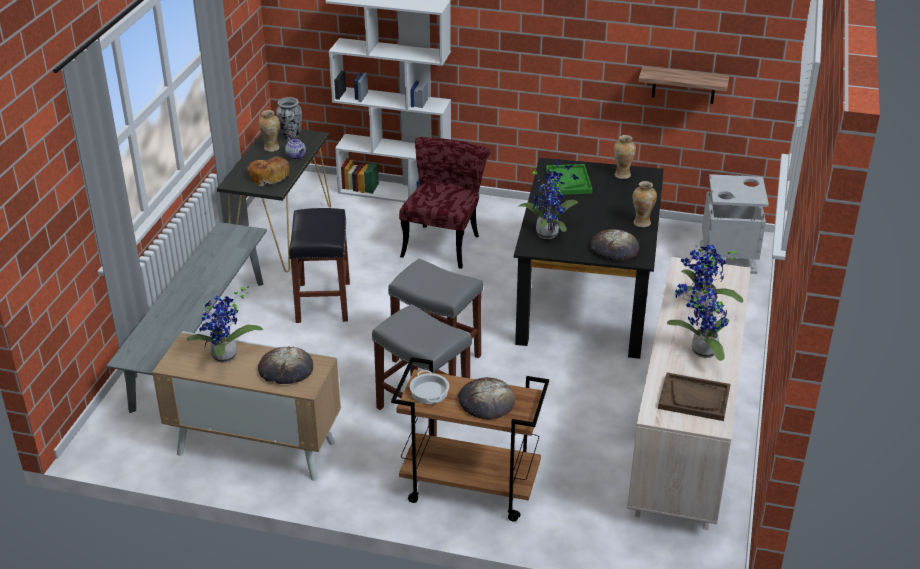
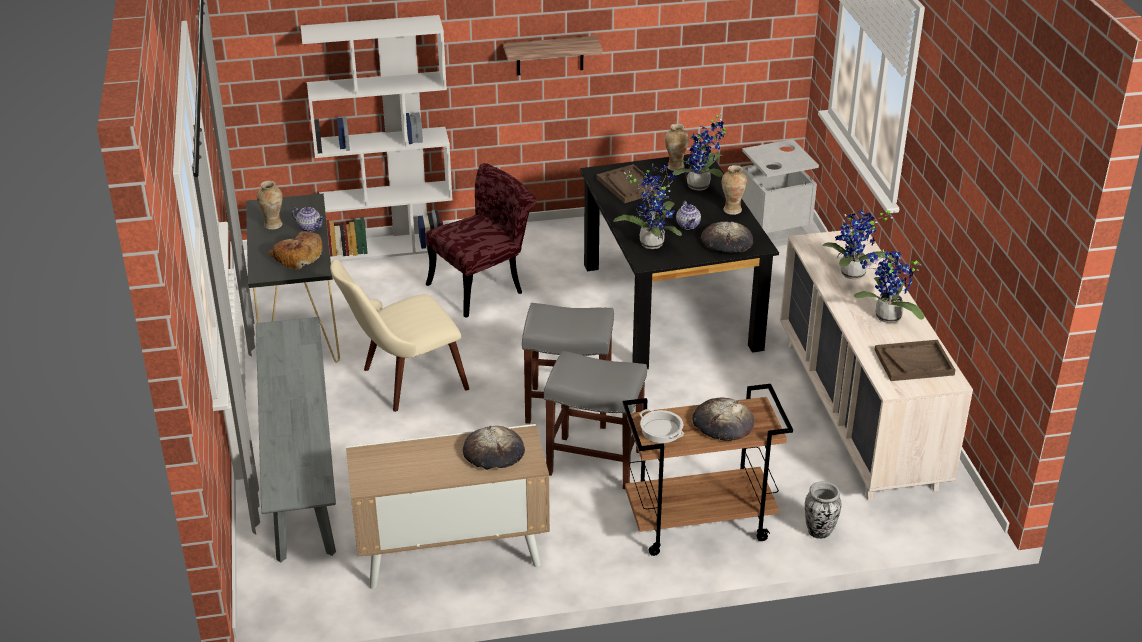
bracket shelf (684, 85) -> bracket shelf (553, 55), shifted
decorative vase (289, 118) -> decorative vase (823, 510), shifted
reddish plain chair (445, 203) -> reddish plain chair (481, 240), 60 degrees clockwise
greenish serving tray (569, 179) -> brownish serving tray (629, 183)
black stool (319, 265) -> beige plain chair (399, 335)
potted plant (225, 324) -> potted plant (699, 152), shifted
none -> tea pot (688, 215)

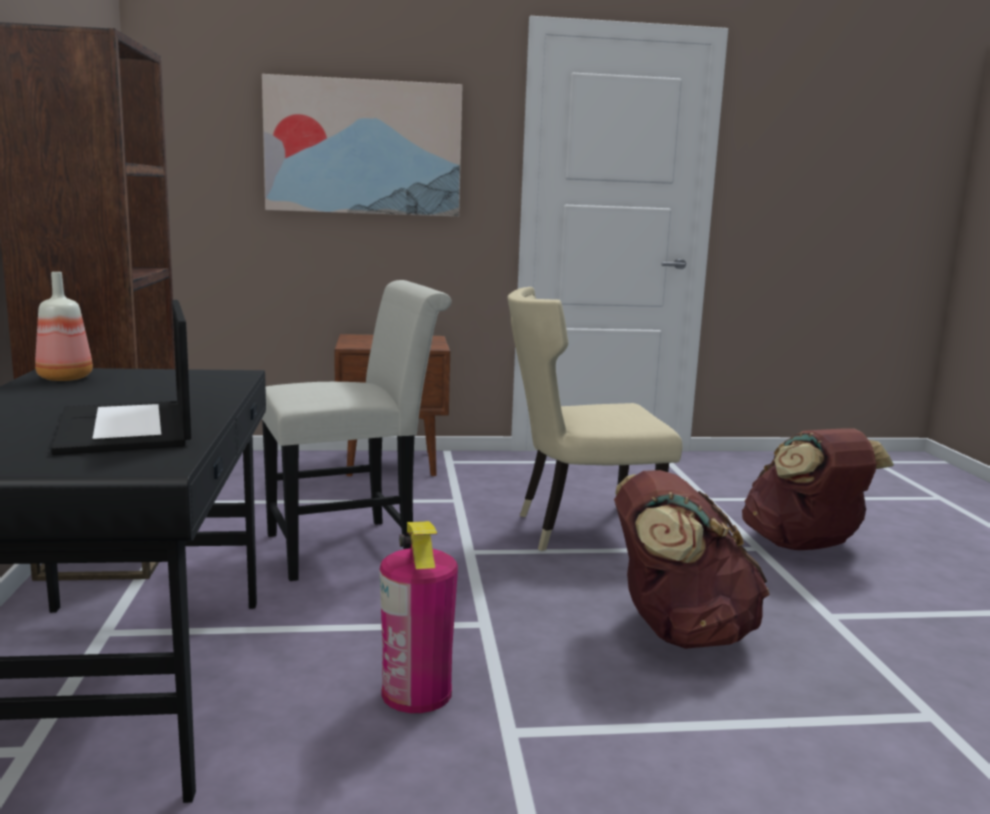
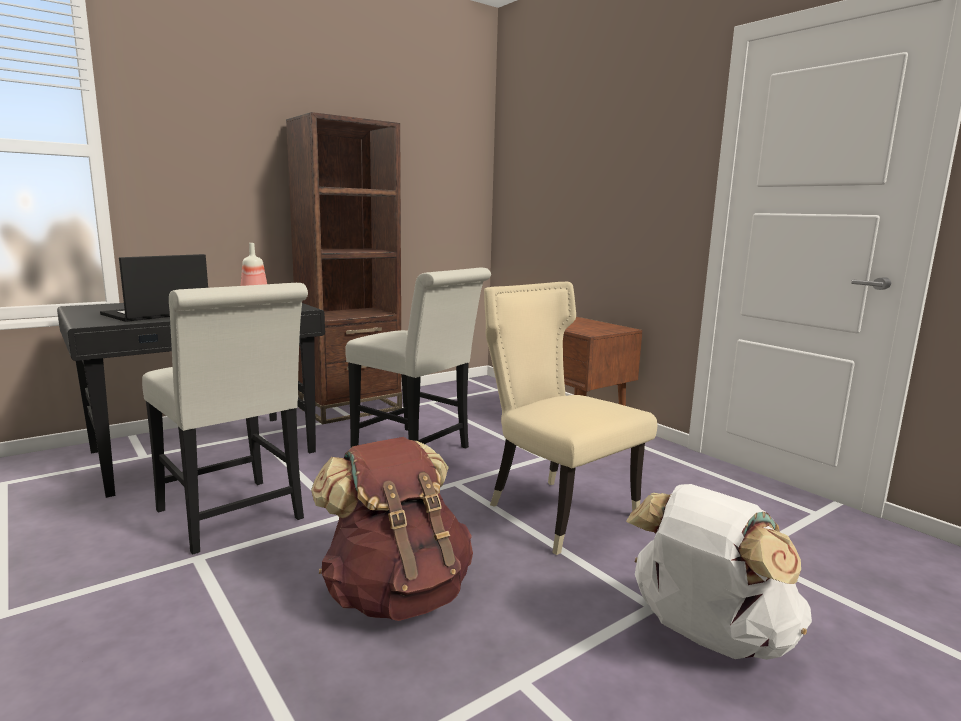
wall picture (362, 145) -> none
brownish knapsack (818, 489) -> white knapsack (719, 572)
fire extinguisher (418, 617) -> white plain chair (225, 419)

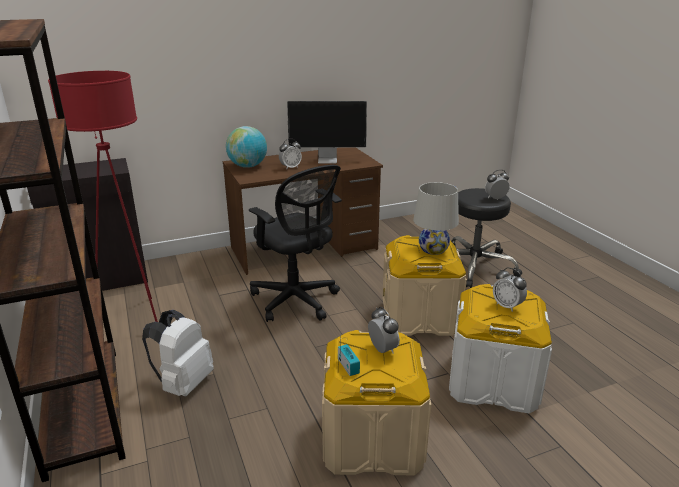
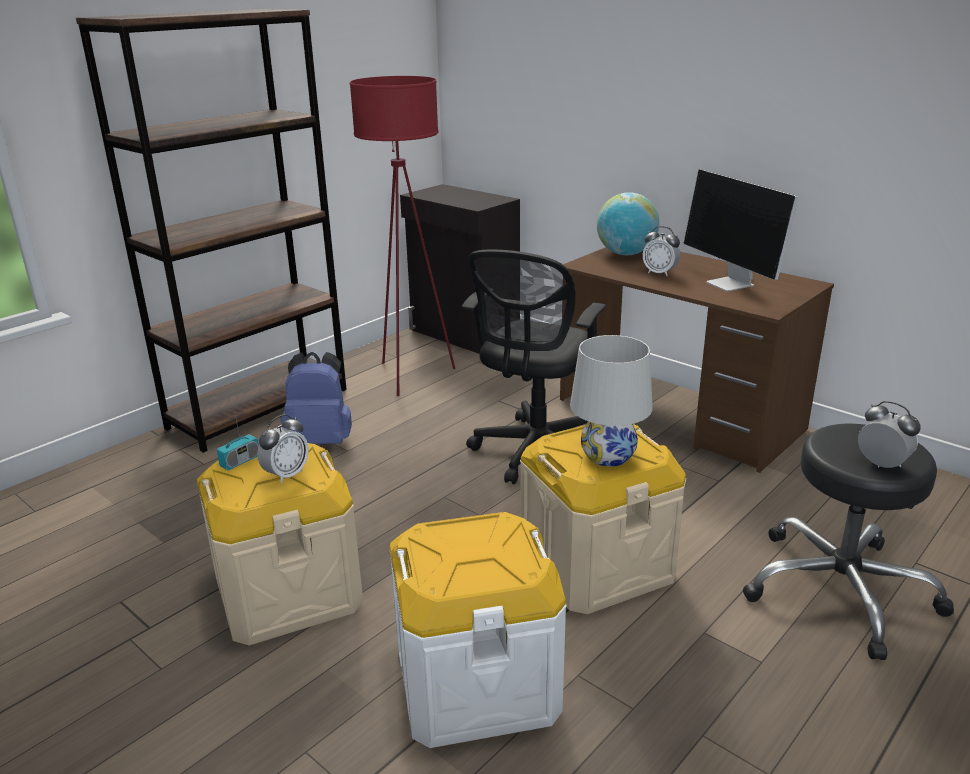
alarm clock (510, 289) -> none
white knapsack (177, 353) -> blue knapsack (316, 398)

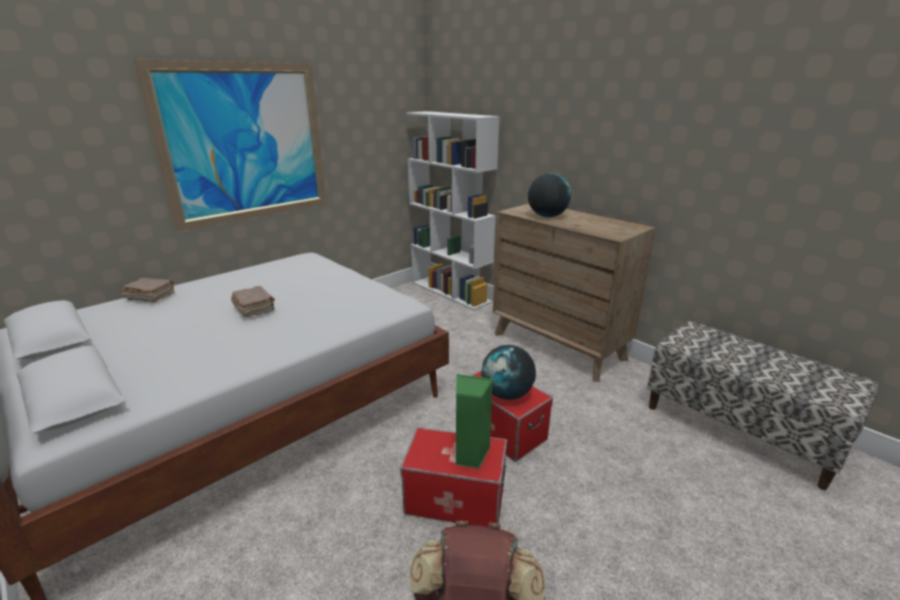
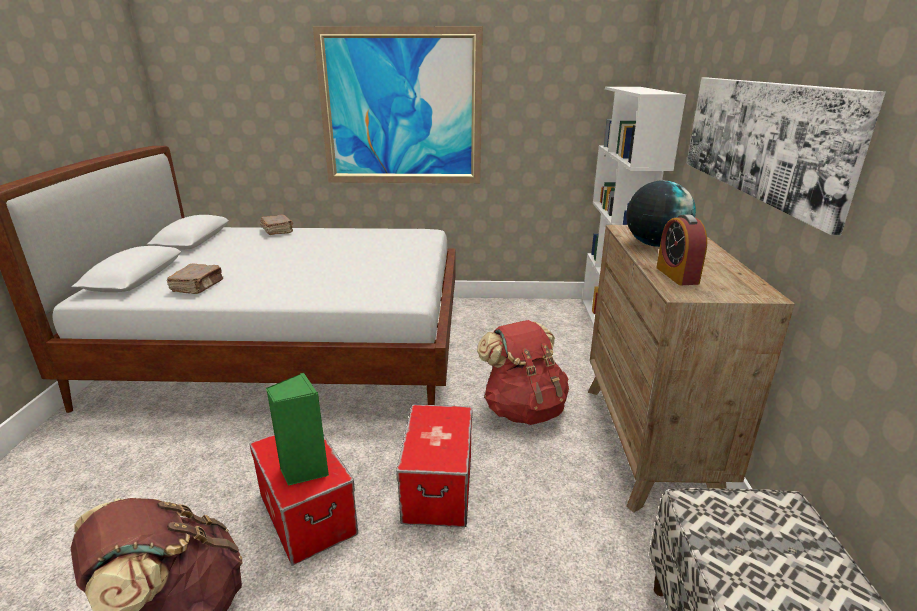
brownish volume (253, 301) -> brownish volume (195, 278), shifted
globe (508, 372) -> none
none -> wall picture (786, 156)
none -> alarm clock (681, 249)
none -> reddish knapsack (523, 372)

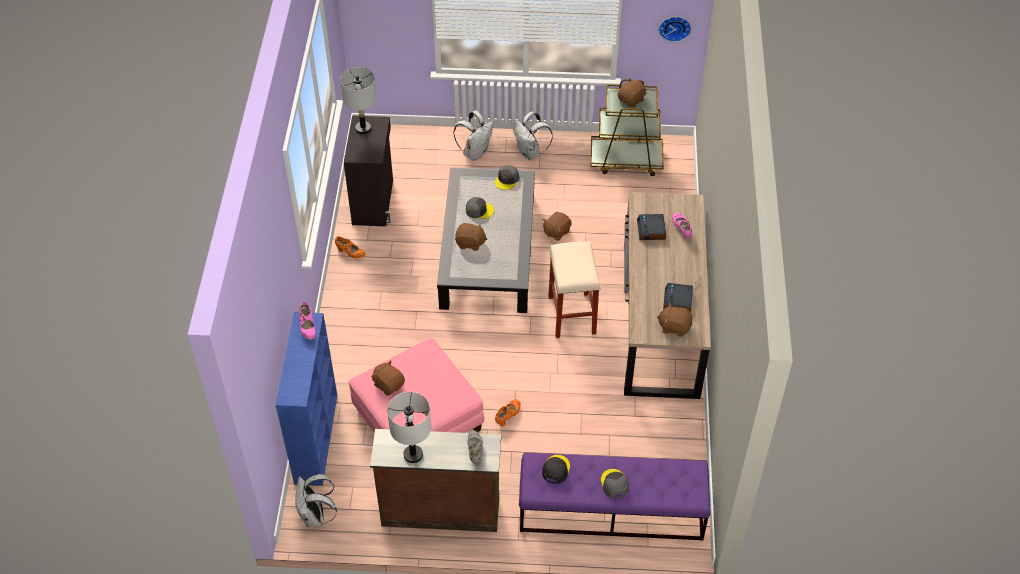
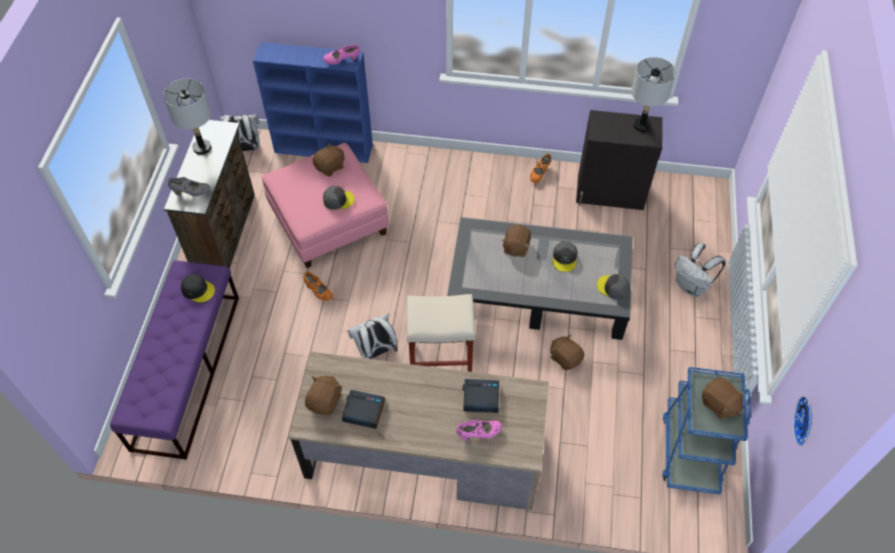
brownish wheeled cart (627, 128) -> blue wheeled cart (706, 430)
white knapsack (533, 135) -> white knapsack (373, 336), shifted
greyish peaked cap (615, 483) -> greyish peaked cap (339, 198), shifted

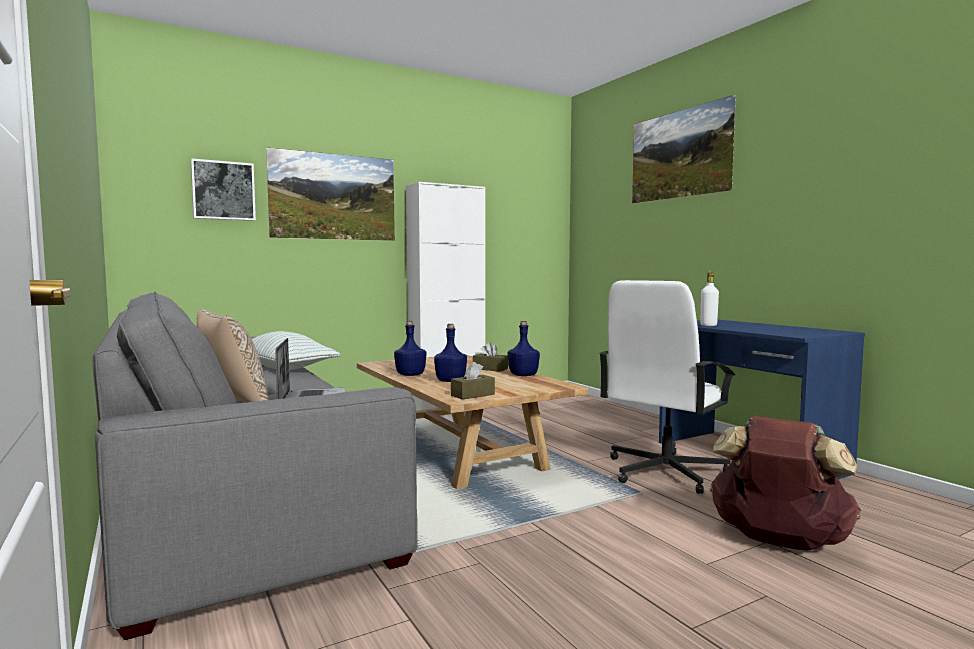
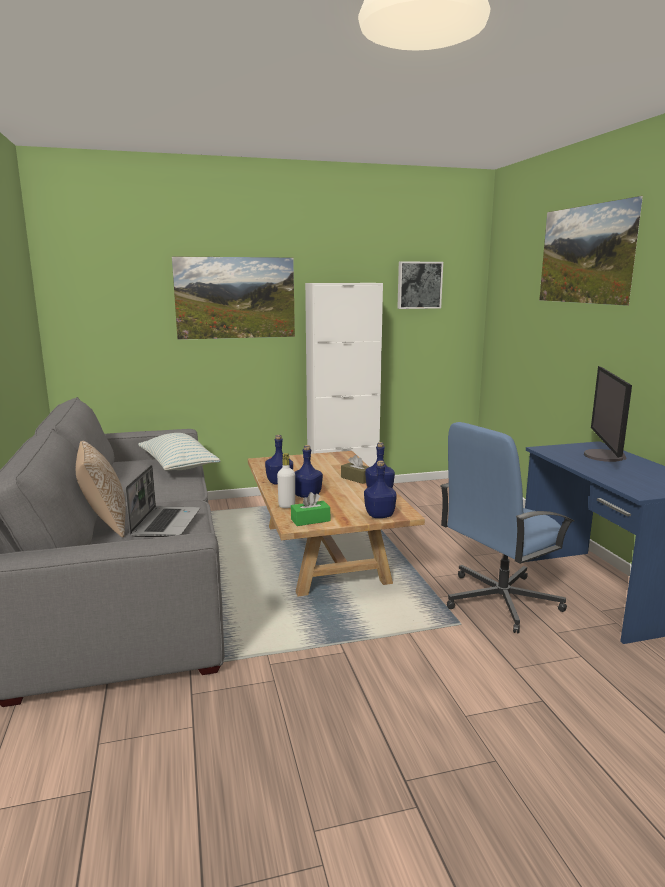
wall picture (223, 189) -> wall picture (420, 285), shifted
white bottle (710, 298) -> white bottle (286, 480), shifted
white office chair (667, 387) -> blue office chair (507, 527)
brownish tissue holder (473, 381) -> greenish tissue holder (310, 509)
brownish knapsack (785, 483) -> none
none -> monitor (608, 414)
none -> blue bottle (380, 489)

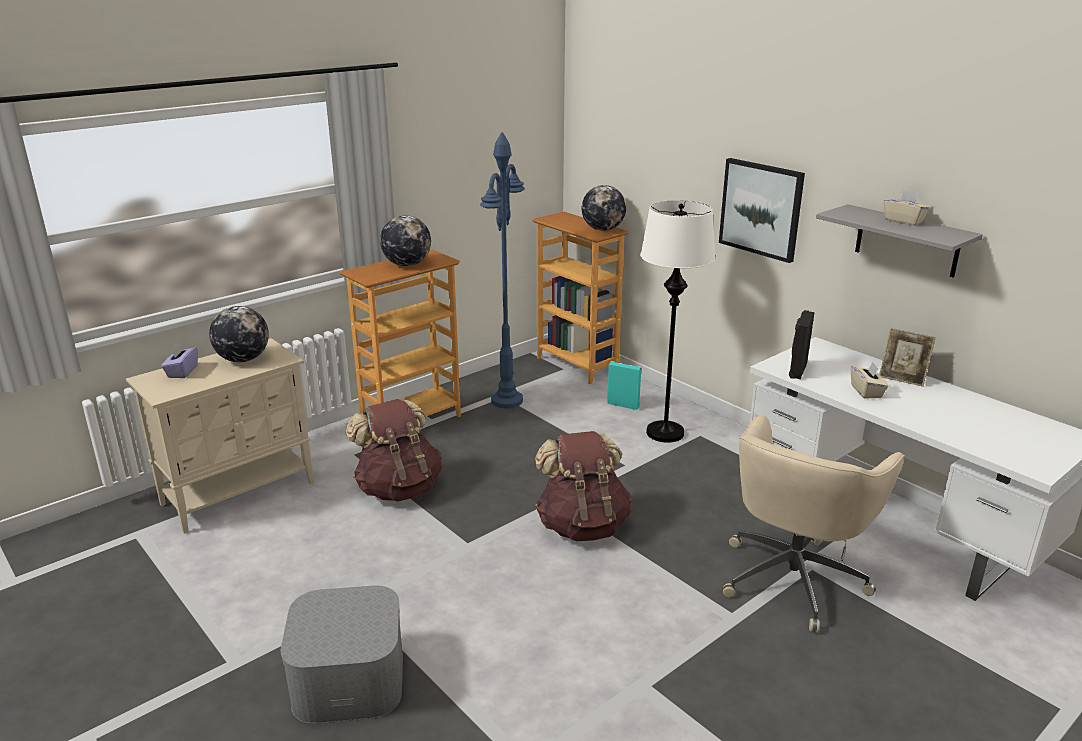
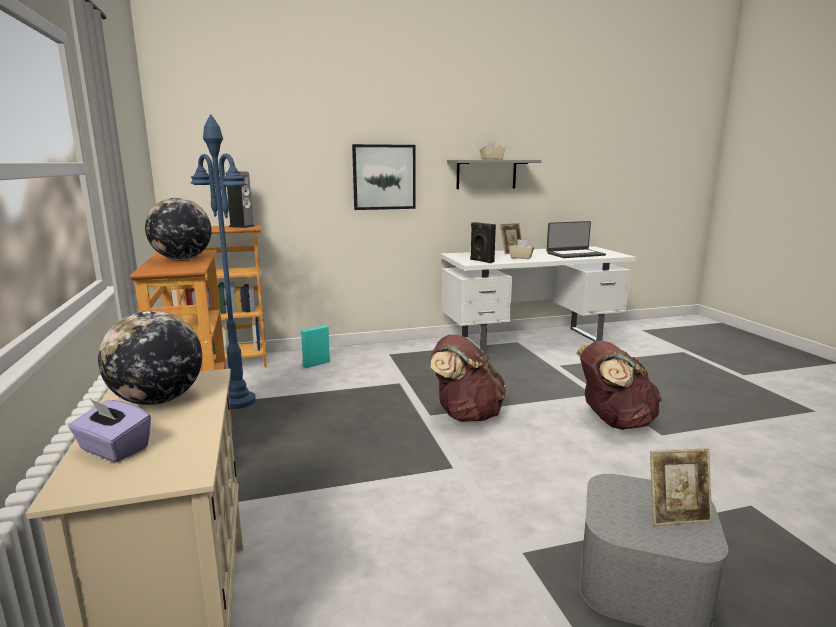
globe (604, 208) -> audio speaker (240, 200)
white floor lamp (678, 321) -> none
brownish knapsack (394, 450) -> brownish knapsack (619, 385), shifted
beige office chair (814, 524) -> none
none -> portable computer (576, 239)
none -> picture frame (681, 487)

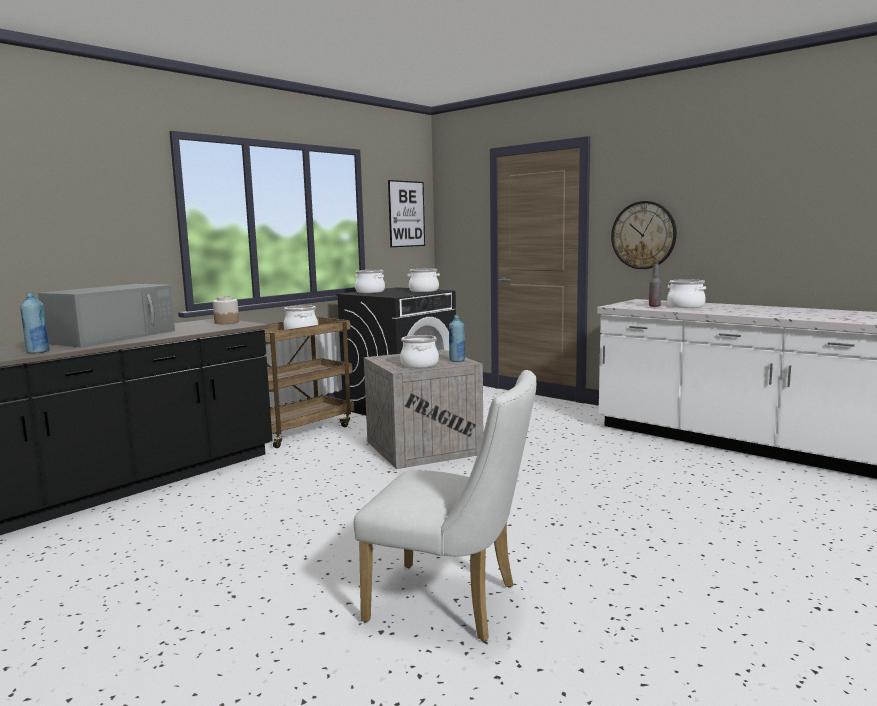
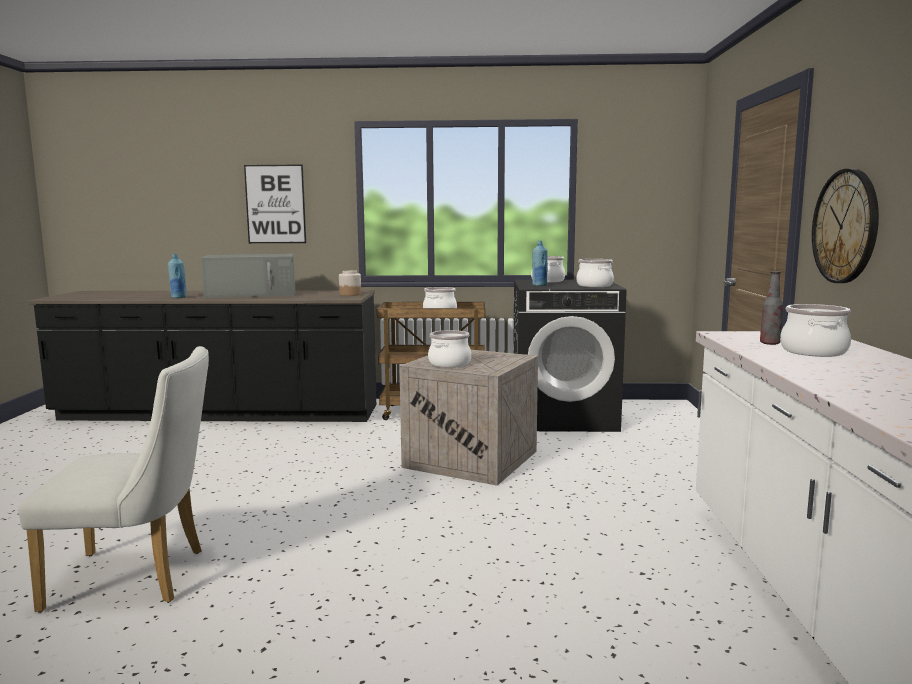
wall picture (406, 213) -> wall picture (275, 204), shifted
blue bottle (457, 338) -> blue bottle (540, 263), shifted
white plain chair (445, 506) -> white plain chair (113, 479), 75 degrees counterclockwise

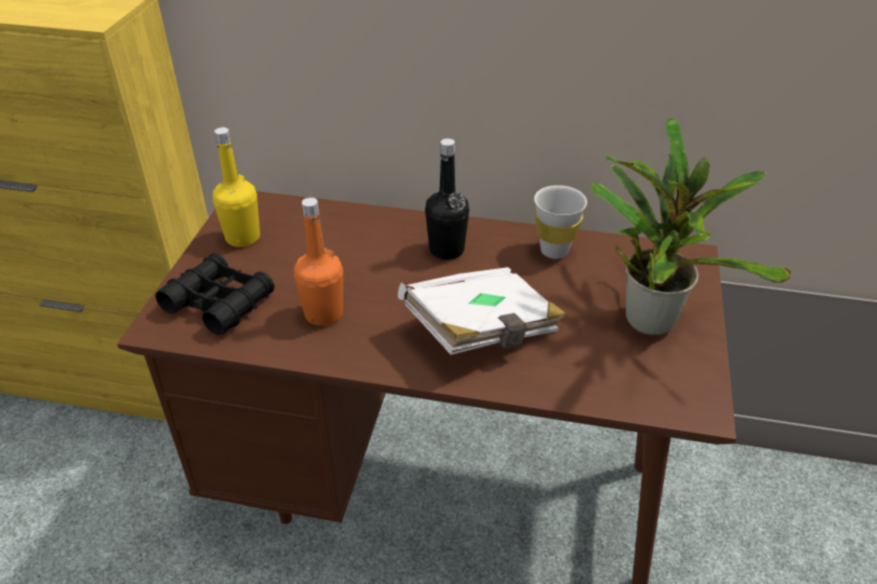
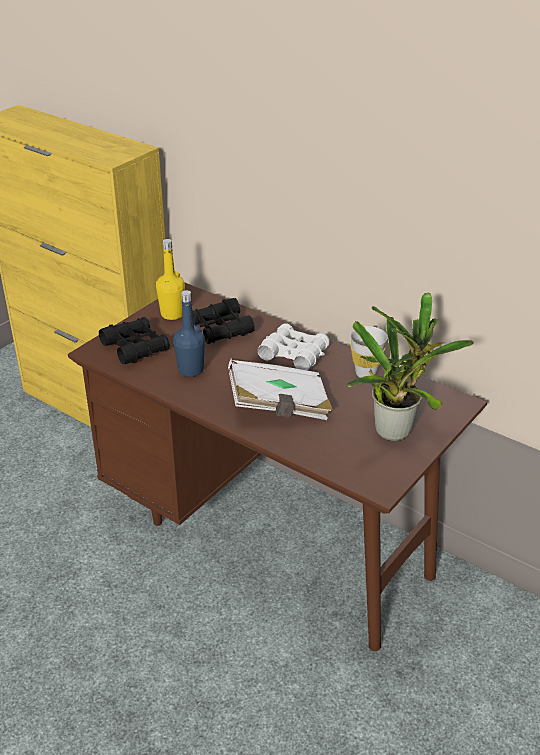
black bottle (447, 199) -> white pair of binoculars (294, 346)
orange bottle (318, 261) -> blue bottle (189, 333)
none -> black pair of binoculars (223, 321)

